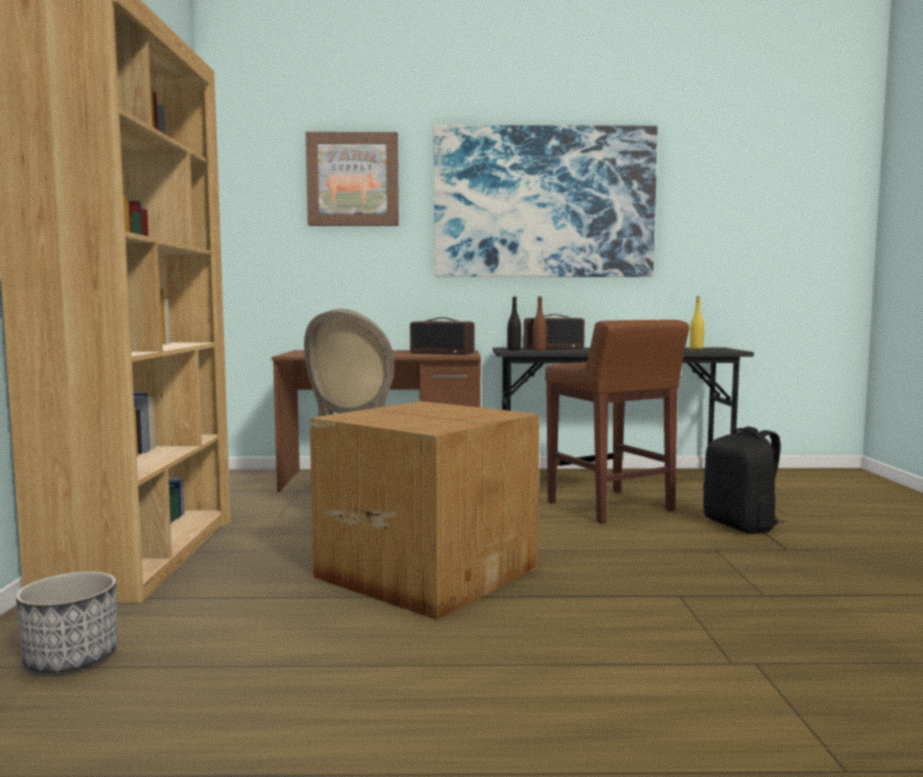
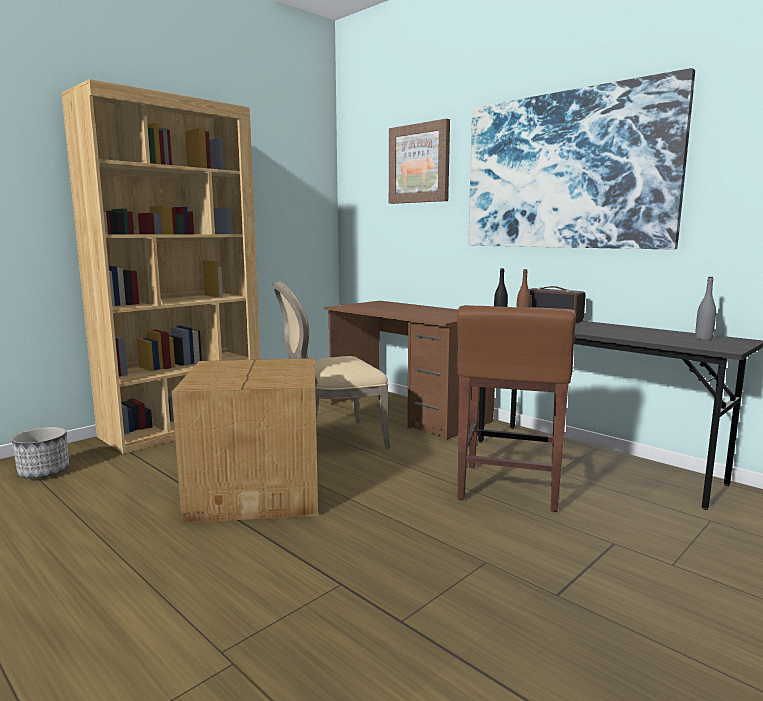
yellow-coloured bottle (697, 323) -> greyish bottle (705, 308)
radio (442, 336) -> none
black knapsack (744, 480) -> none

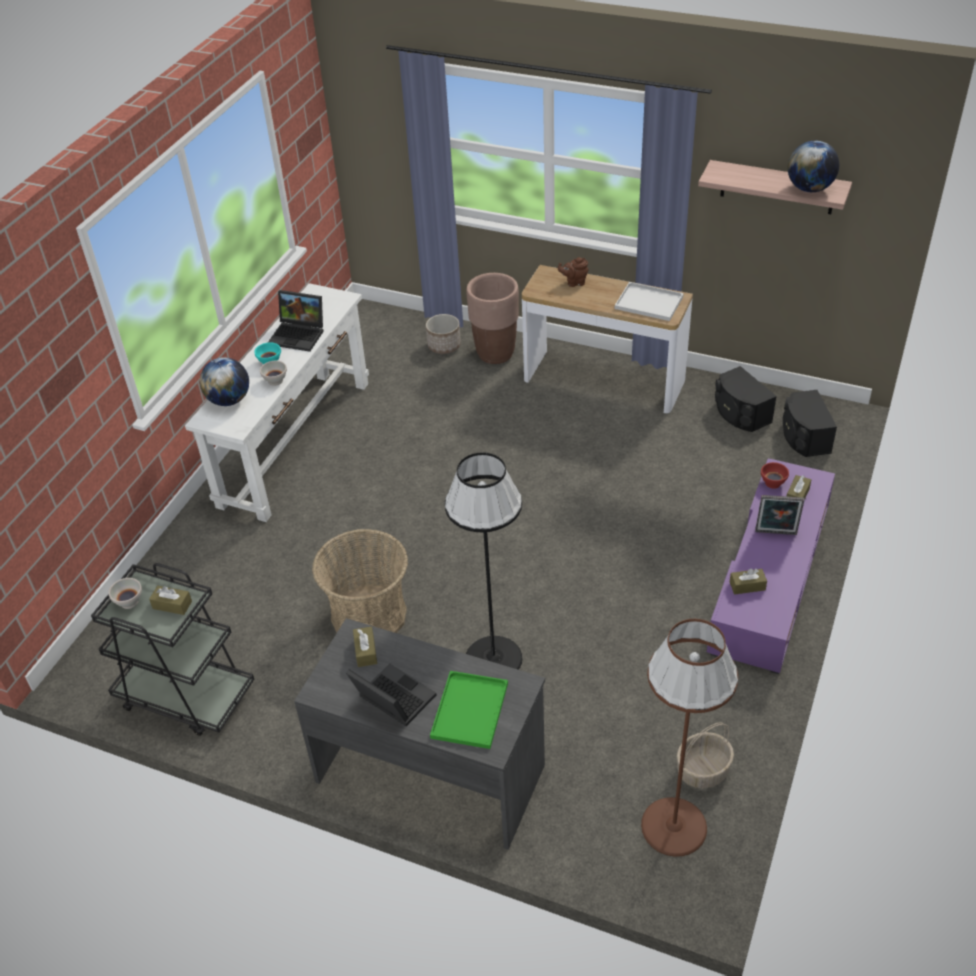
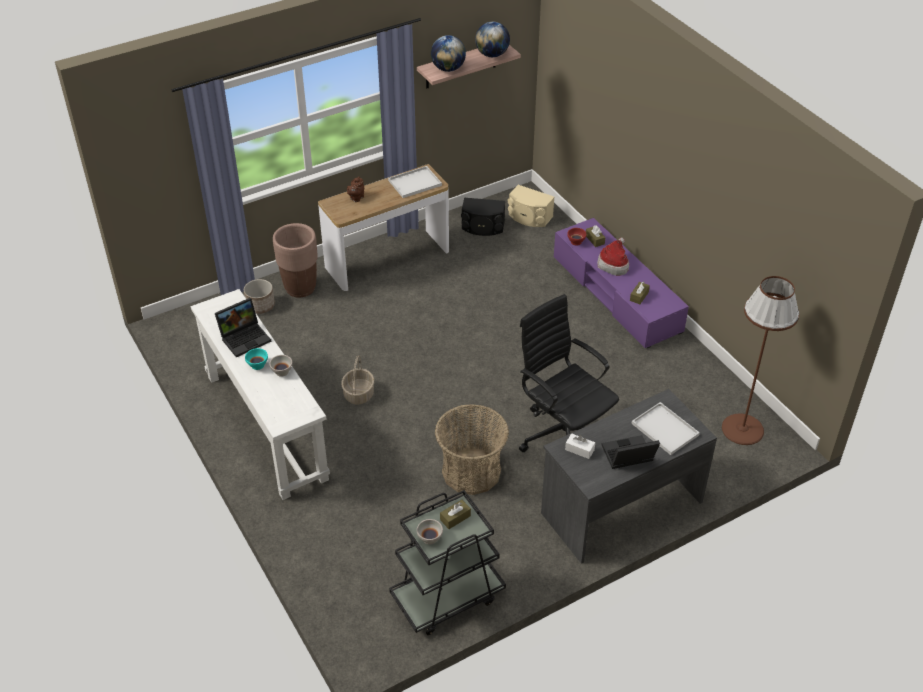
globe (224, 381) -> globe (448, 53), shifted
black audio speaker (810, 423) -> beige audio speaker (531, 206)
black floor lamp (483, 561) -> black office chair (569, 373)
picture frame (779, 515) -> clothing hat (613, 257)
brownish tissue holder (365, 646) -> white tissue holder (580, 446)
greenish serving tray (469, 710) -> white serving tray (666, 428)
basket (705, 755) -> basket (357, 379), shifted

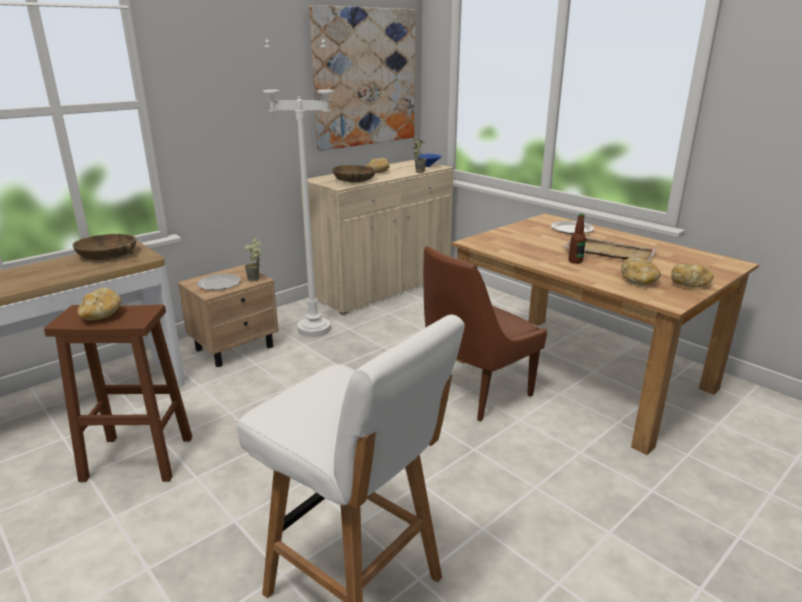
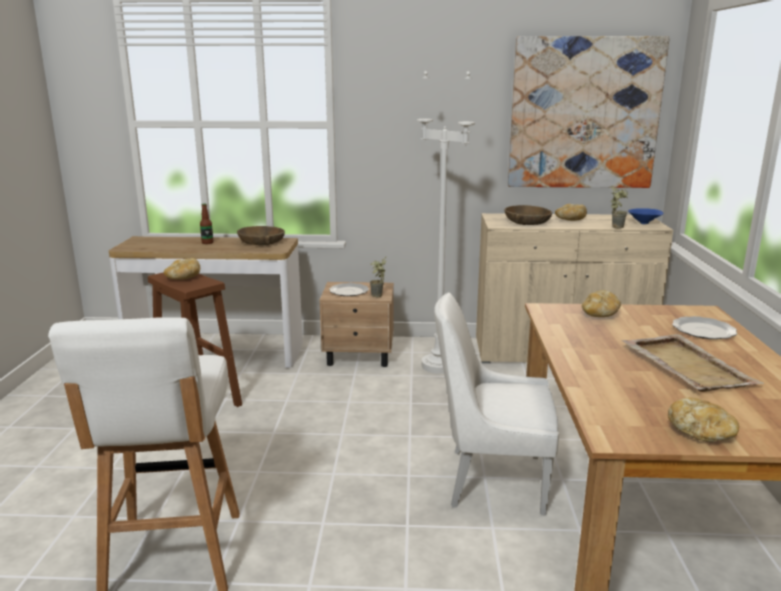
bottle (577, 239) -> bottle (206, 224), shifted
brownish plain chair (485, 333) -> white plain chair (497, 403)
baked bread (641, 271) -> baked bread (601, 303), shifted

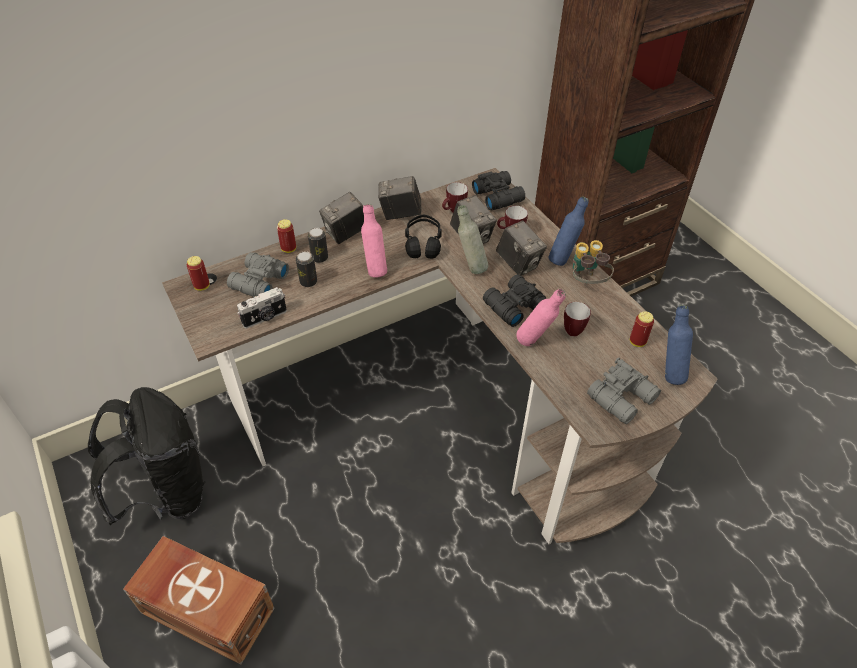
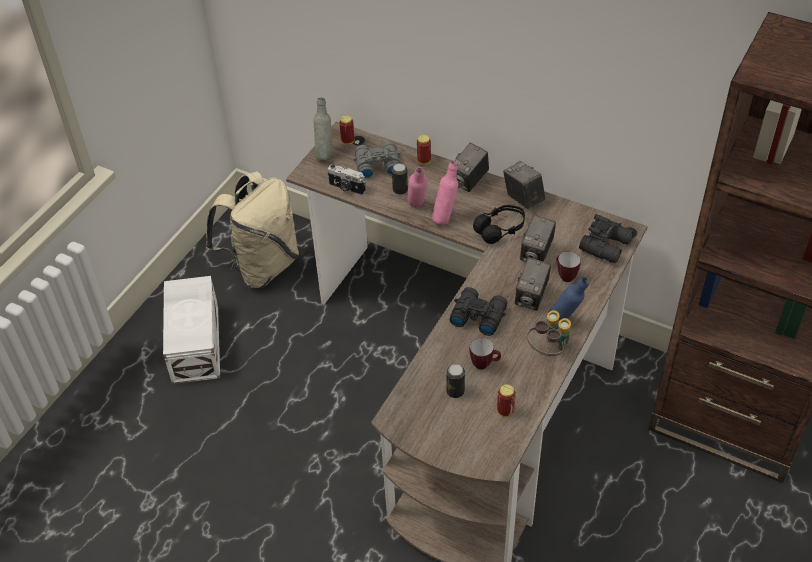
coffee mug (455, 197) -> none
still camera (341, 218) -> still camera (471, 167), 75 degrees counterclockwise
greyish bottle (472, 239) -> greyish bottle (322, 129), shifted
can (318, 245) -> can (455, 381), shifted
pink bottle (541, 317) -> pink bottle (417, 187), shifted
blue bottle (679, 345) -> none
greyish pair of binoculars (624, 391) -> none
black knapsack (146, 456) -> beige knapsack (252, 230)
brownish storage container (199, 600) -> white storage container (191, 330)

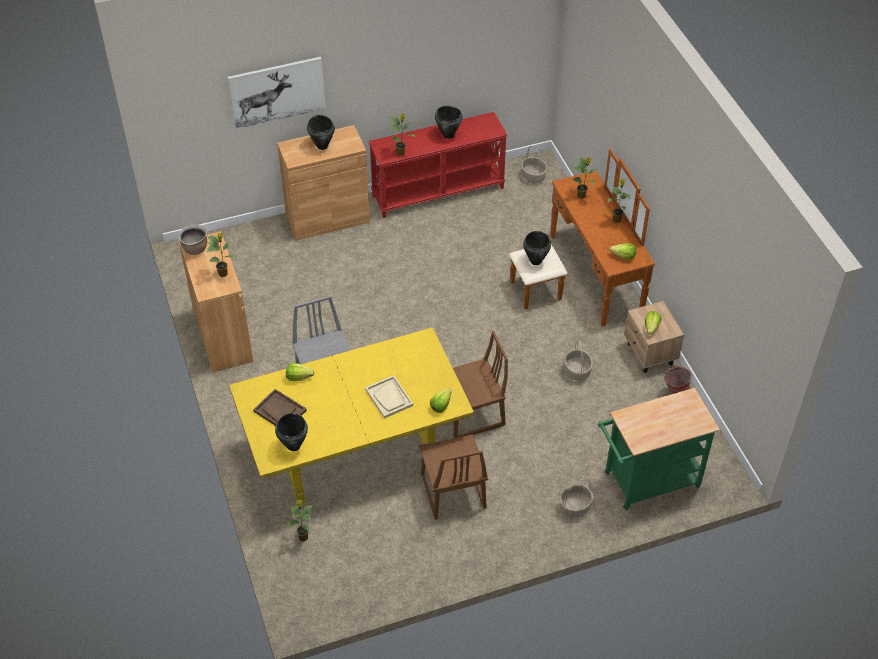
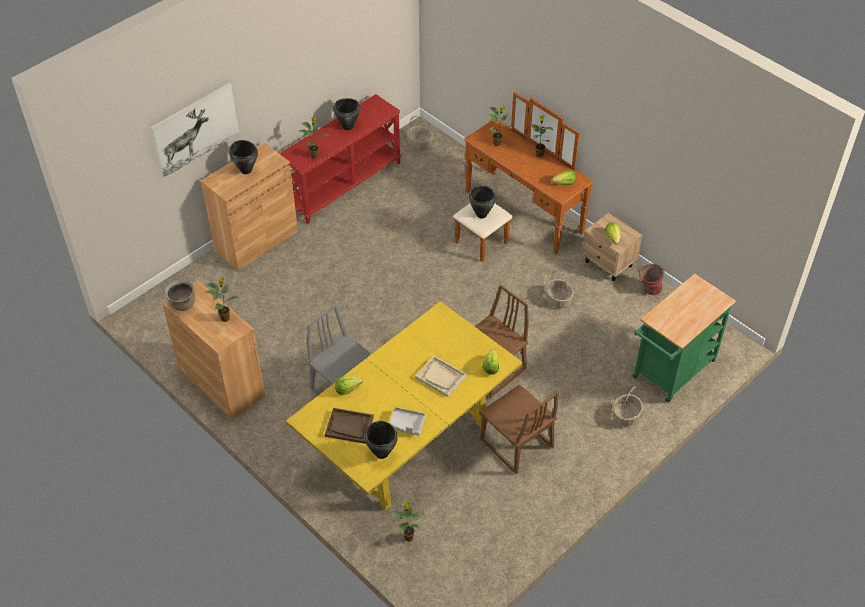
none -> greyish serving tray (407, 421)

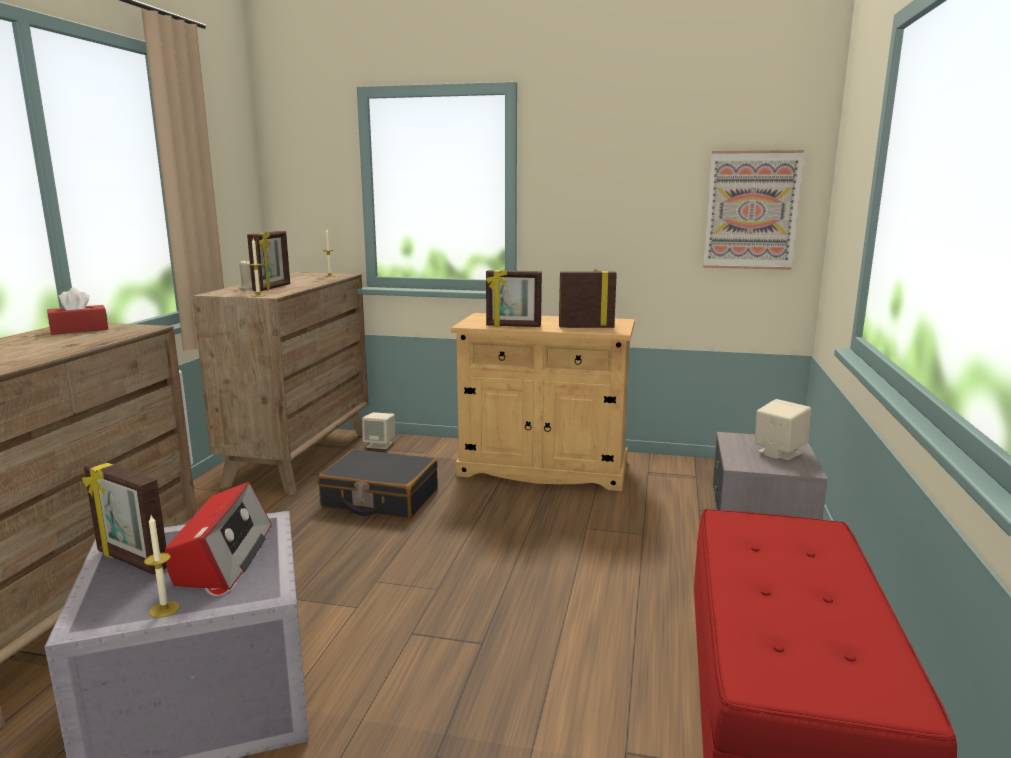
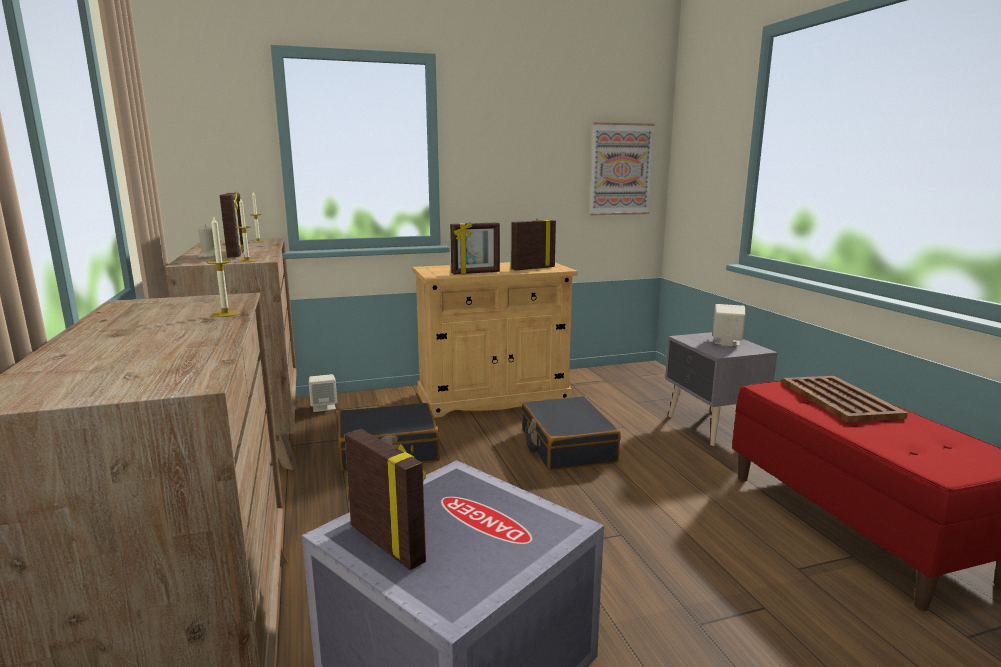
reddish tissue holder (77, 311) -> none
picture frame (124, 518) -> picture frame (385, 499), 135 degrees counterclockwise
radio (218, 536) -> none
wax candle (162, 566) -> wax candle (223, 266), shifted
none -> brownish serving tray (845, 399)
none -> black suitcase (571, 433)

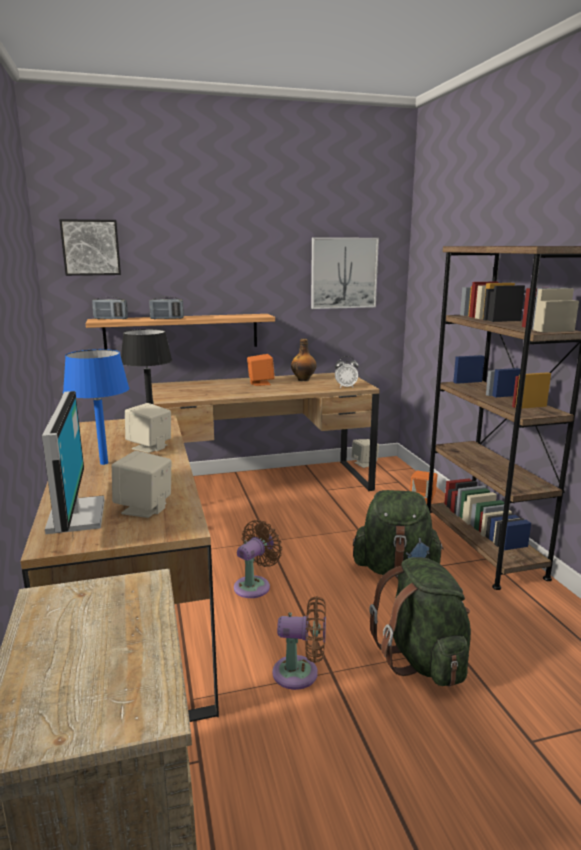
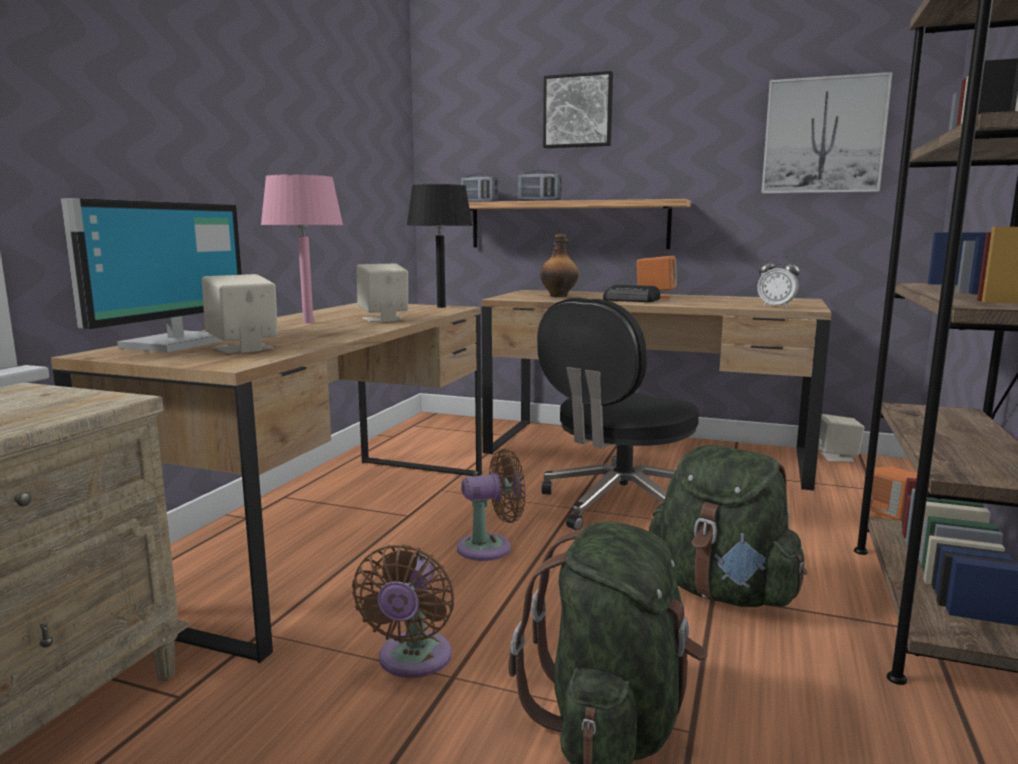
wall picture (90, 247) -> wall picture (578, 109), shifted
bottle (303, 360) -> bottle (559, 265), shifted
blue tabletop lamp (96, 407) -> pink tabletop lamp (302, 249)
brownish fan (299, 643) -> brownish fan (403, 611), 60 degrees clockwise
none -> radio (631, 293)
none -> black office chair (618, 414)

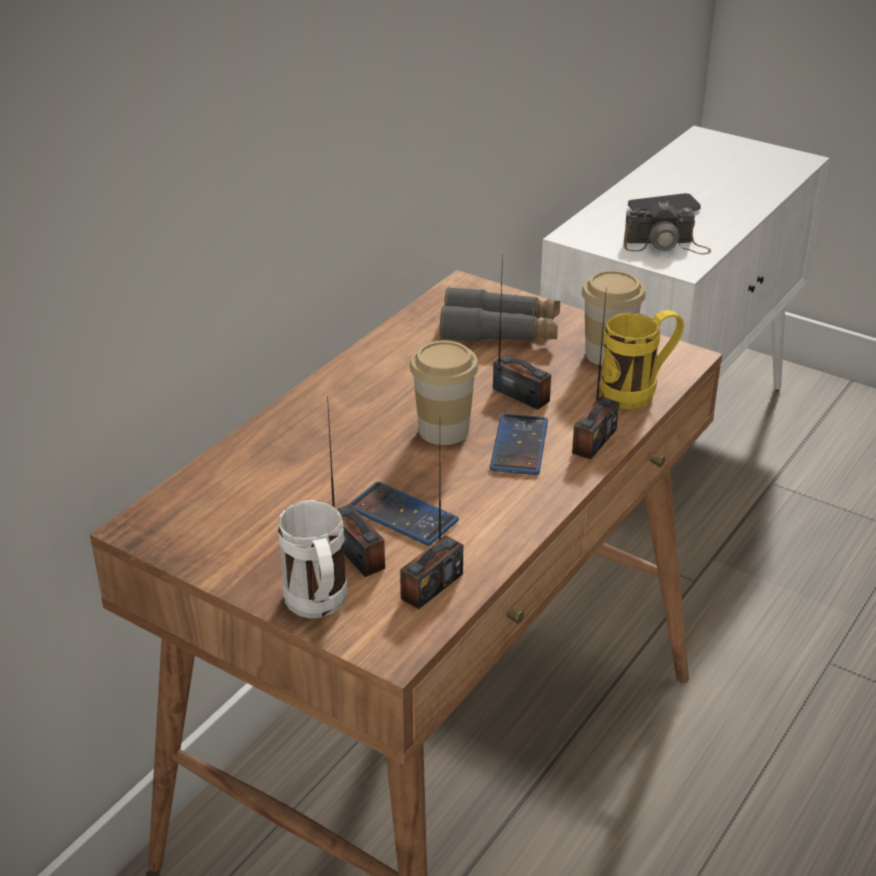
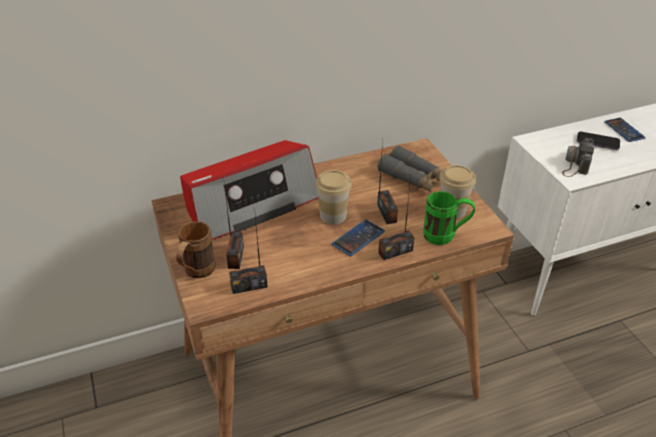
still camera (667, 228) -> still camera (578, 157), 75 degrees clockwise
yellow-coloured coffee mug (642, 359) -> greenish coffee mug (449, 218)
telephone (404, 514) -> telephone (625, 130), shifted
white coffee mug (312, 559) -> brownish coffee mug (196, 249)
none -> radio (249, 190)

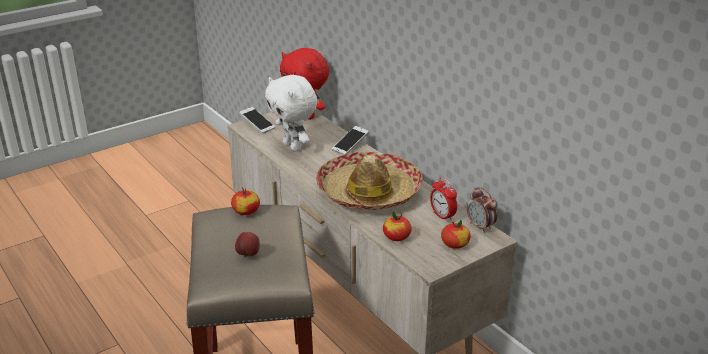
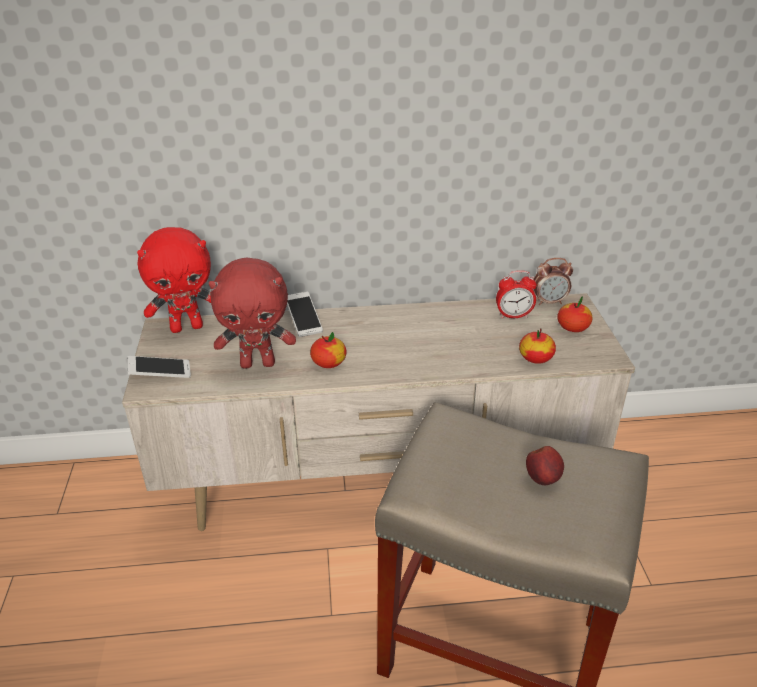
white cuddly toy (291, 113) -> reddish cuddly toy (252, 313)
clothing hat (369, 180) -> none
whole apple (245, 201) -> whole apple (328, 350), shifted

